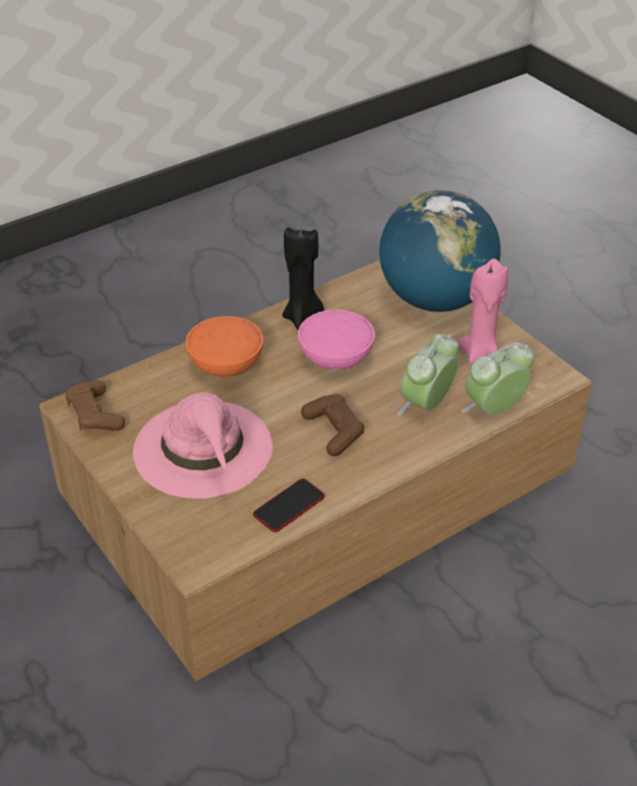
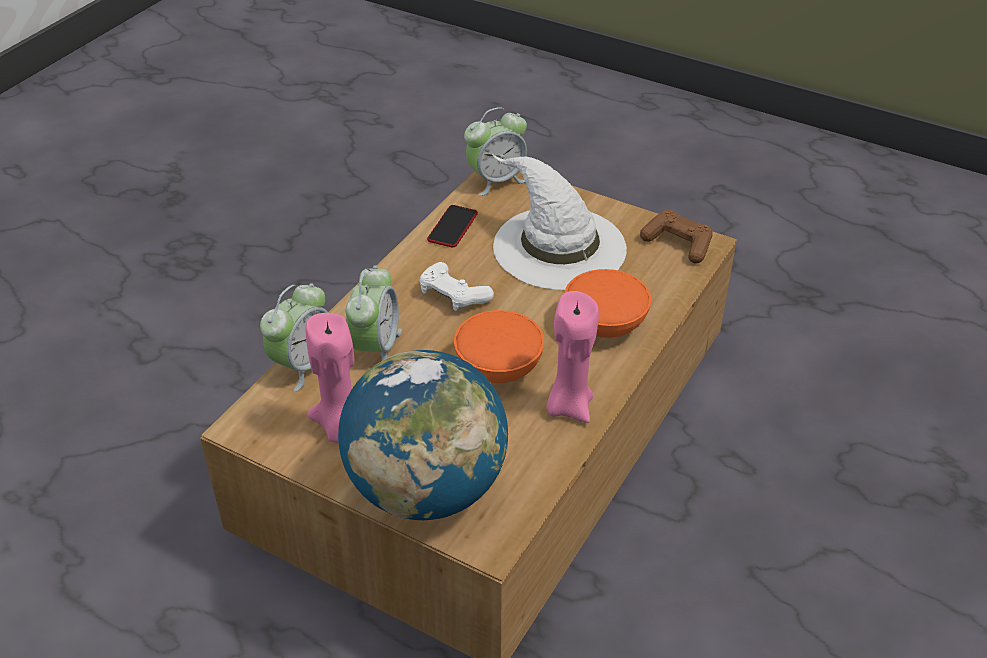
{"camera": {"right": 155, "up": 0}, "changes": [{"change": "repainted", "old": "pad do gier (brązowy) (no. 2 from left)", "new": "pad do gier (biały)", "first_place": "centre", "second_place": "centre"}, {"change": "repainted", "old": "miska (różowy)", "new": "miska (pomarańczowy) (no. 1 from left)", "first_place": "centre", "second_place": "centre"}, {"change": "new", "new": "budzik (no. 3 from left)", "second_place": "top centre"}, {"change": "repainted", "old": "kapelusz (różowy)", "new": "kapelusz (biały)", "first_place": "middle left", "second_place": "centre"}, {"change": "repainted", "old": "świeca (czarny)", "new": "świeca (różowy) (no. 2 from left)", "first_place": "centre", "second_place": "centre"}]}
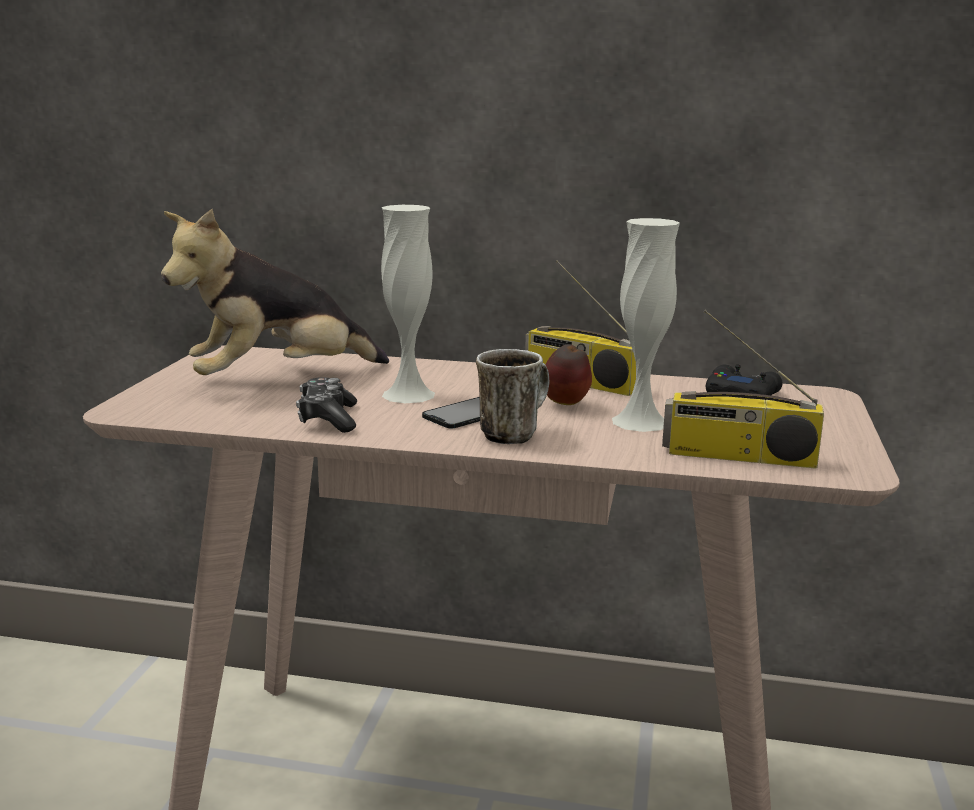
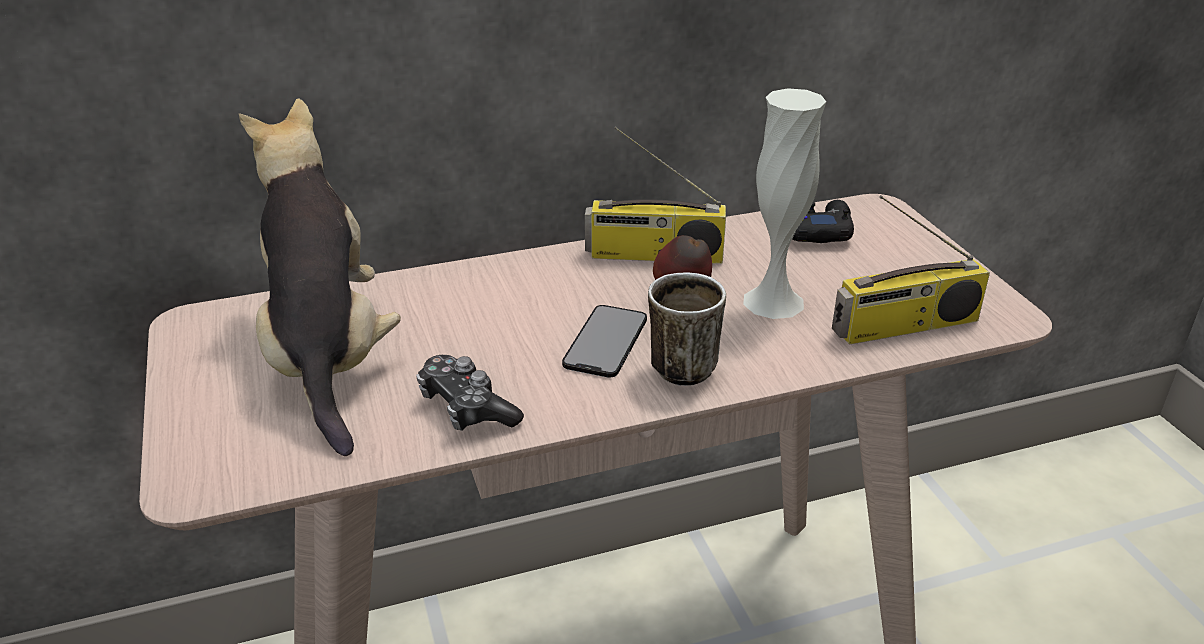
{"camera": {"right": -30, "up": 15}, "changes": [{"change": "rotated", "old": "pluszak", "first_place": "middle left", "second_place": "middle left", "degrees": 135}, {"change": "gone", "old": "wazon (biały) (no. 1 from left)", "first_place": "centre"}]}
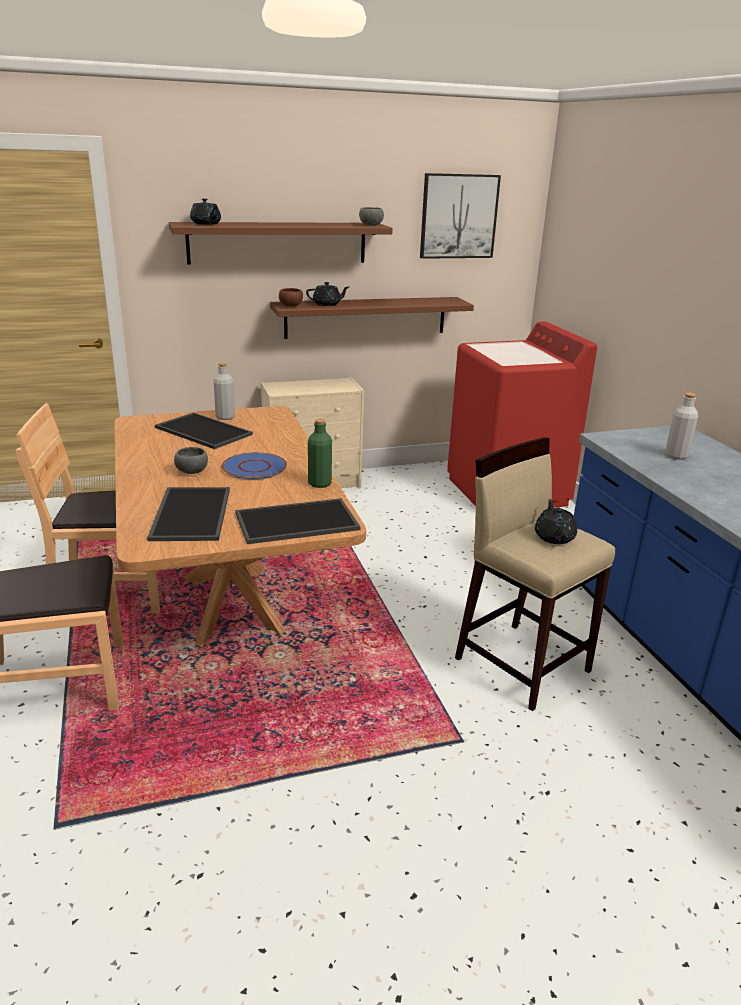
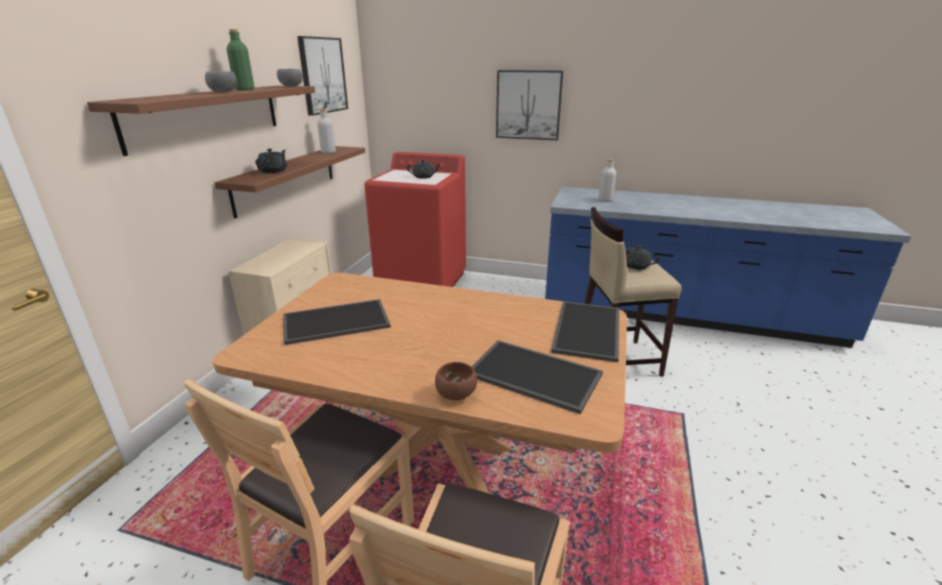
{"camera": {"right": -55, "up": 0}, "changes": [{"change": "shifted", "old": "miska (szary) (no. 1 from left)", "first_place": "middle left", "second_place": "top left"}, {"change": "shifted", "old": "butelka (zielony)", "first_place": "centre", "second_place": "top left"}, {"change": "shifted", "old": "butelka (szary) (no. 1 from left)", "first_place": "middle left", "second_place": "top centre"}, {"change": "shifted", "old": "imbryk (czarny) (no. 1 from left in the first image)", "new": "imbryk (czarny) (no. 2 from left)", "first_place": "top left", "second_place": "top centre"}, {"change": "shifted", "old": "miska (brązowy)", "first_place": "top centre", "second_place": "centre"}, {"change": "new", "new": "obraz (no. 2 from left)", "second_place": "top centre"}, {"change": "gone", "old": "talerz (niebieski)", "first_place": "centre"}]}
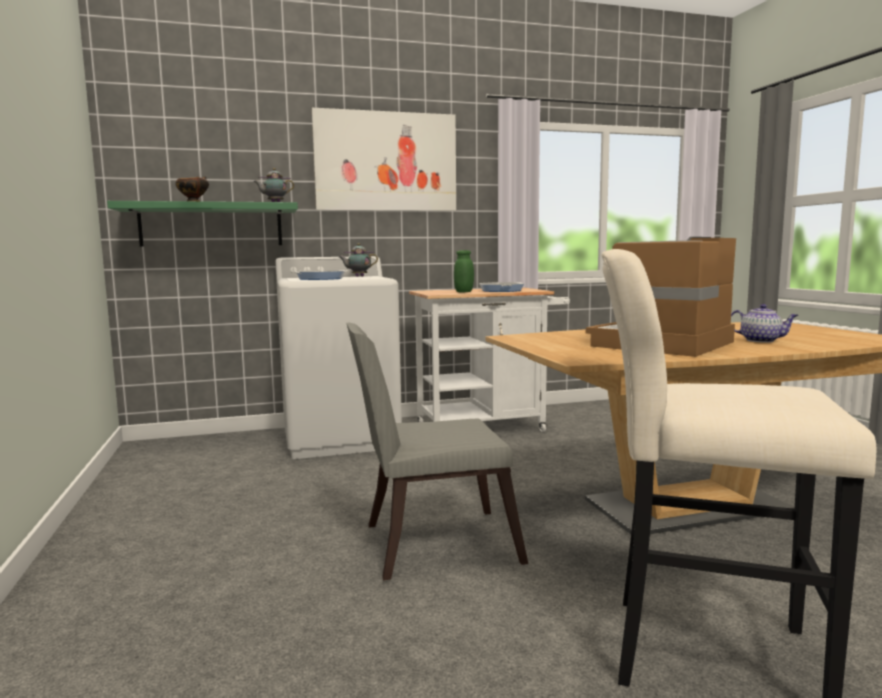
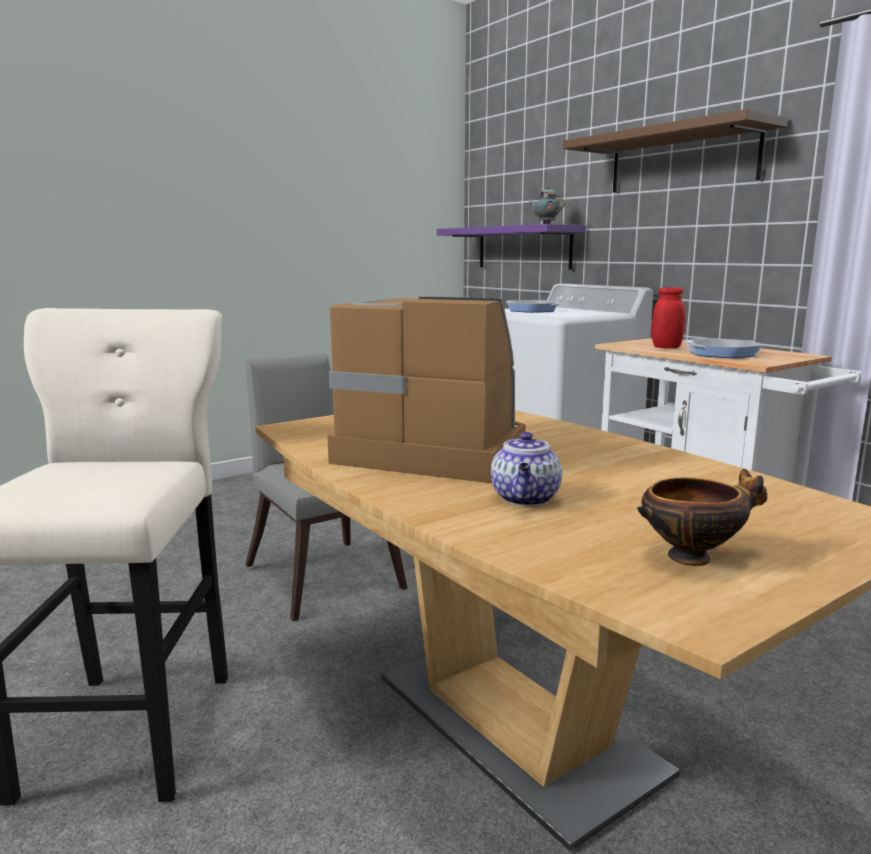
{"camera": {"right": 70, "up": 5}, "changes": [{"change": "repainted", "old": "półka (zielony)", "new": "półka (fioletowy)", "first_place": "top left", "second_place": "top centre"}, {"change": "swapped", "old": "obraz", "new": "półka (brązowy)", "first_place": "top centre", "second_place": "top right"}, {"change": "shifted", "old": "miska", "first_place": "top left", "second_place": "middle right"}, {"change": "repainted", "old": "słoik (zielony)", "new": "słoik (czerwony)", "first_place": "centre", "second_place": "middle right"}, {"change": "gone", "old": "imbryk (no. 2 from left)", "first_place": "centre"}]}
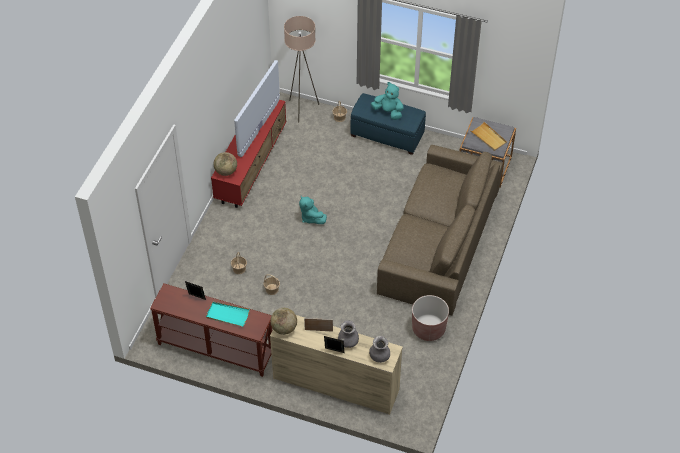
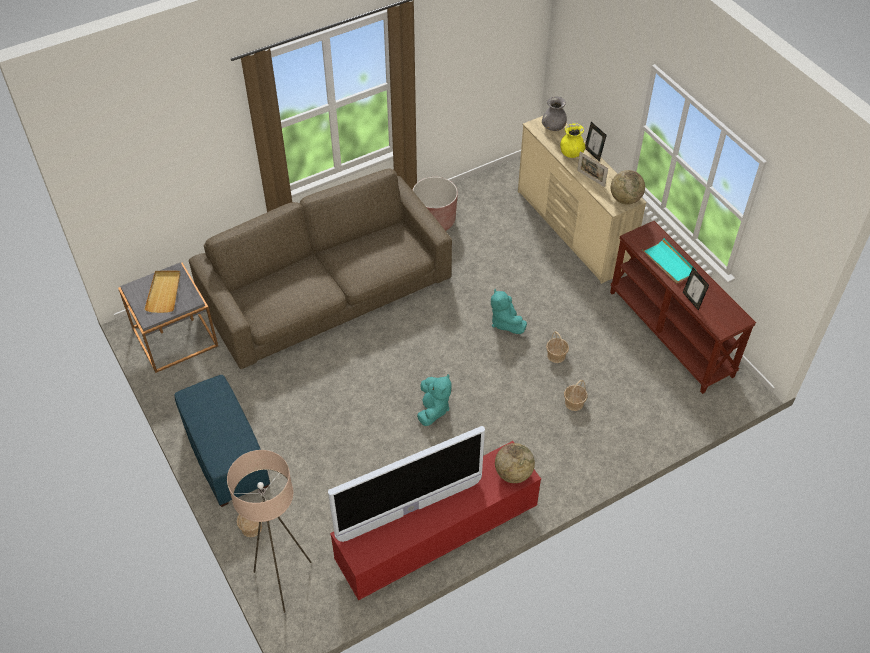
{"camera": {"right": -140, "up": 0}, "changes": [{"change": "shifted", "old": "pluszak (turkusowy) (no. 2 from left)", "first_place": "top centre", "second_place": "centre"}, {"change": "repainted", "old": "wazon (szary) (no. 1 from left)", "new": "wazon (żółty)", "first_place": "bottom centre", "second_place": "top centre"}]}
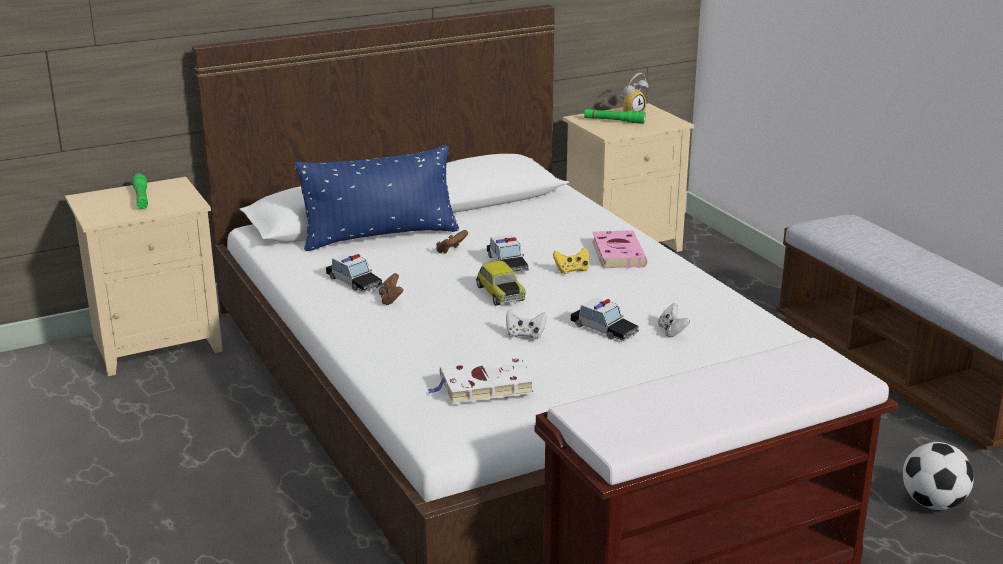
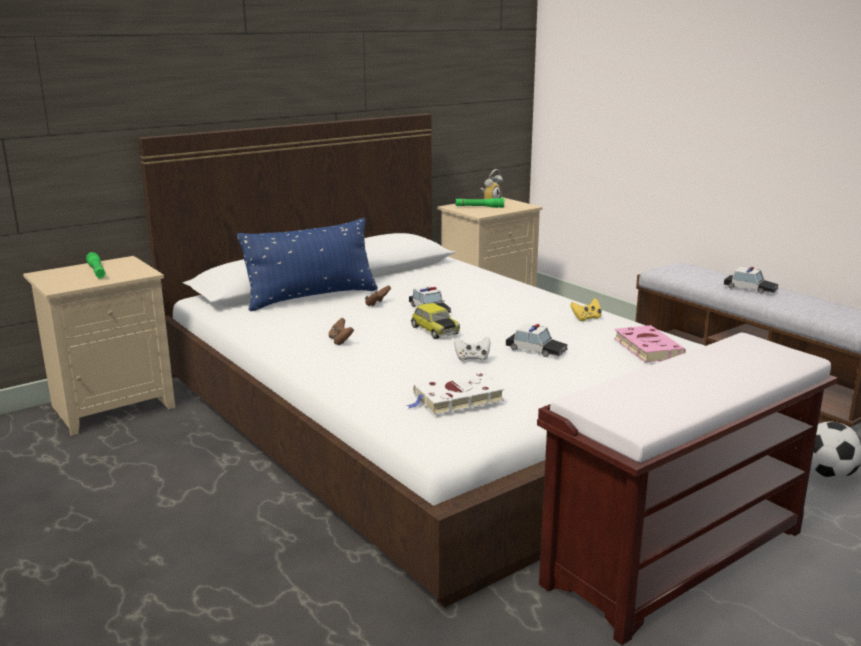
{"camera": {"right": -10, "up": -5}, "changes": [{"change": "shifted", "old": "pad do gier (żółty)", "first_place": "centre", "second_place": "middle right"}, {"change": "shifted", "old": "książka (różowy)", "first_place": "centre", "second_place": "middle right"}, {"change": "shifted", "old": "samochodzik (no. 1 from left in the first image)", "new": "samochodzik (no. 4 from left)", "first_place": "centre", "second_place": "middle right"}, {"change": "gone", "old": "pad do gier (biały) (no. 2 from left)", "first_place": "middle right"}]}
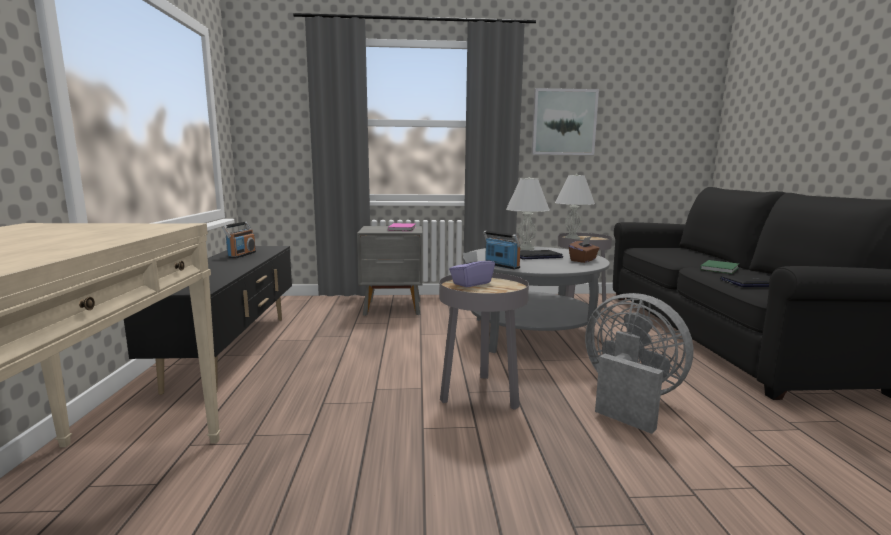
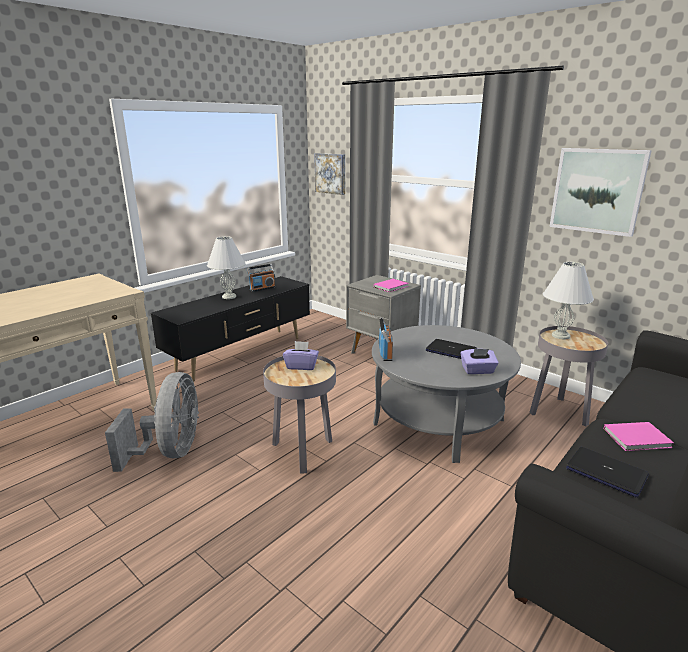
{"camera": {"right": 45, "up": 10}, "changes": [{"change": "shifted", "old": "wentylator (szary)", "first_place": "bottom right", "second_place": "middle left"}, {"change": "shifted", "old": "lampa stołowa (biały) (no. 1 from left)", "first_place": "centre", "second_place": "middle left"}, {"change": "new", "new": "obraz (no. 1 from left)", "second_place": "top centre"}, {"change": "repainted", "old": "pudełko chusteczek (brązowy)", "new": "pudełko chusteczek (fioletowy) (no. 2 from left)", "first_place": "centre", "second_place": "middle right"}, {"change": "repainted", "old": "książka (zielony)", "new": "książka (różowy) (no. 2 from left)", "first_place": "middle right", "second_place": "bottom right"}]}
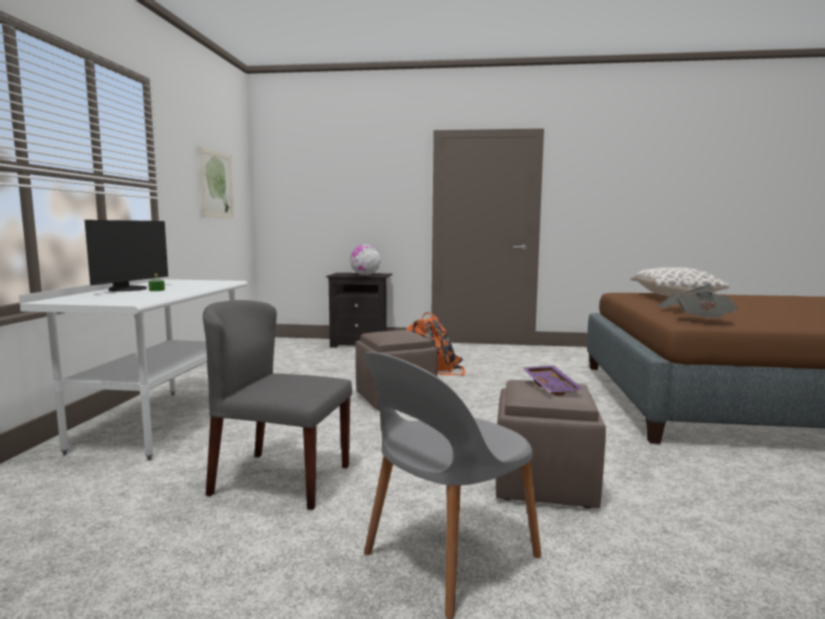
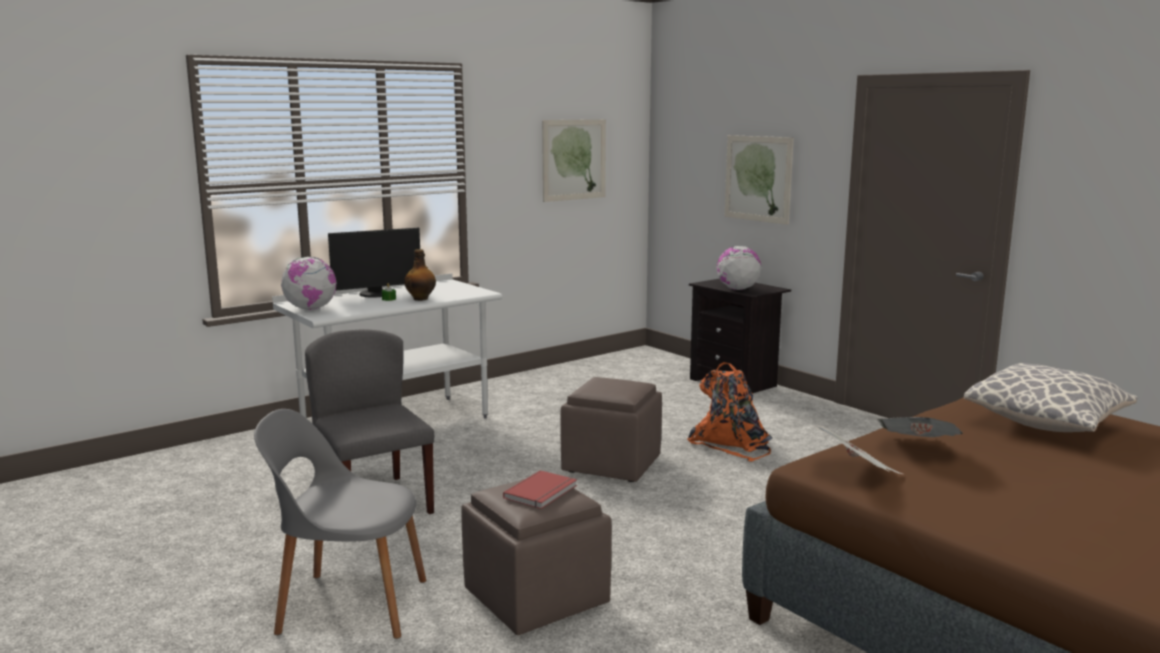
{"camera": {"right": 45, "up": 5}, "changes": [{"change": "new", "new": "globus (no. 1 from left)", "second_place": "middle left"}, {"change": "new", "new": "butelka", "second_place": "centre"}, {"change": "swapped", "old": "taca (fioletowy)", "new": "książka (czerwony)", "first_place": "middle right", "second_place": "bottom centre"}, {"change": "new", "new": "obraz (no. 2 from left)", "second_place": "top centre"}]}
